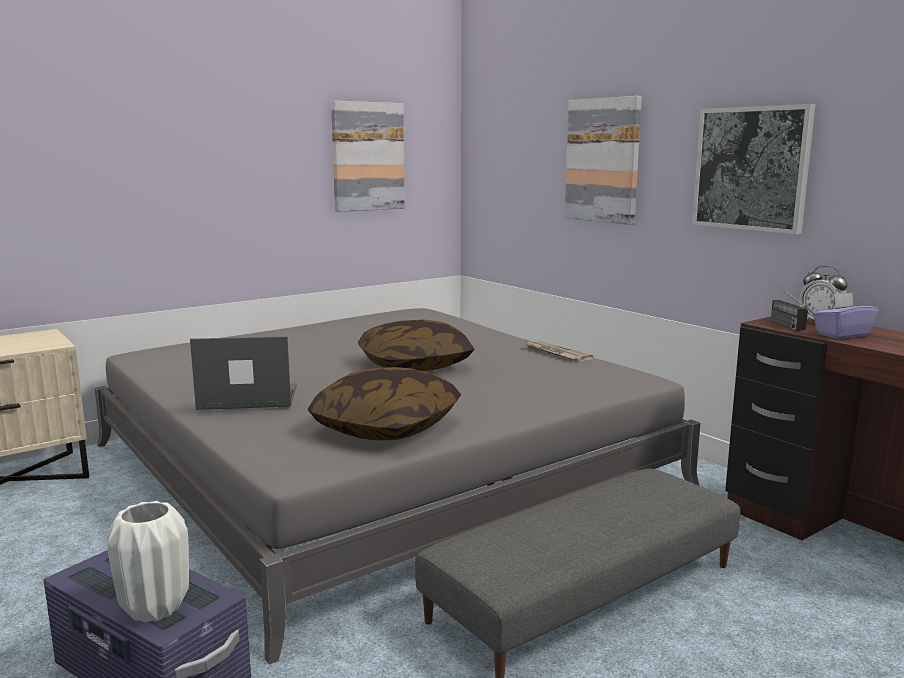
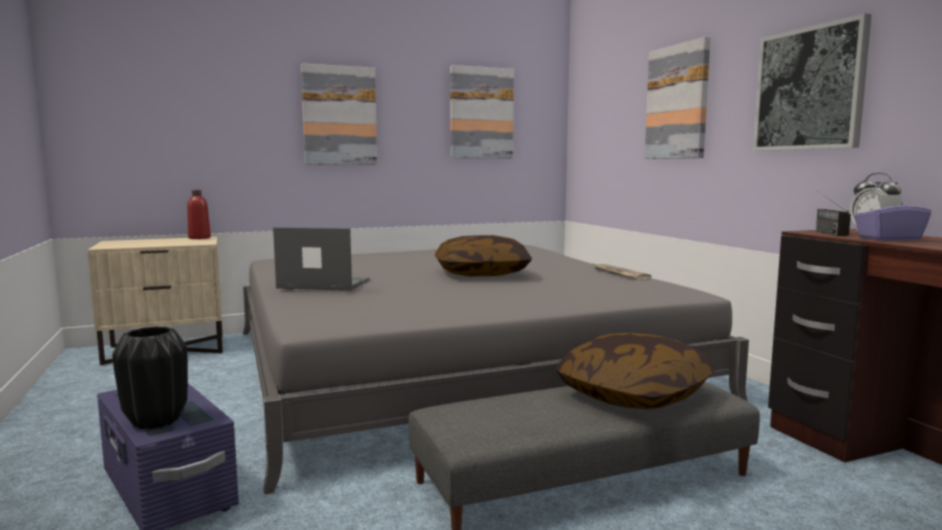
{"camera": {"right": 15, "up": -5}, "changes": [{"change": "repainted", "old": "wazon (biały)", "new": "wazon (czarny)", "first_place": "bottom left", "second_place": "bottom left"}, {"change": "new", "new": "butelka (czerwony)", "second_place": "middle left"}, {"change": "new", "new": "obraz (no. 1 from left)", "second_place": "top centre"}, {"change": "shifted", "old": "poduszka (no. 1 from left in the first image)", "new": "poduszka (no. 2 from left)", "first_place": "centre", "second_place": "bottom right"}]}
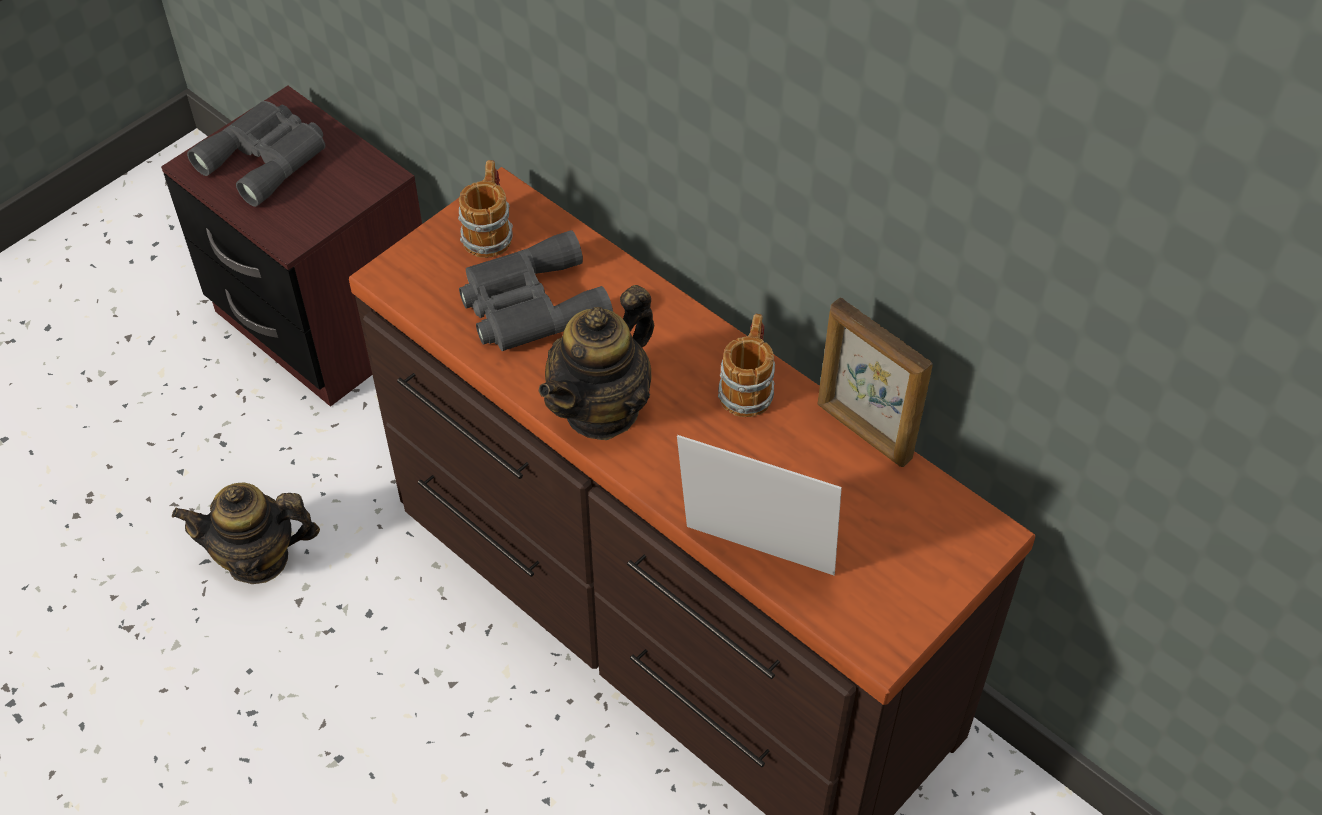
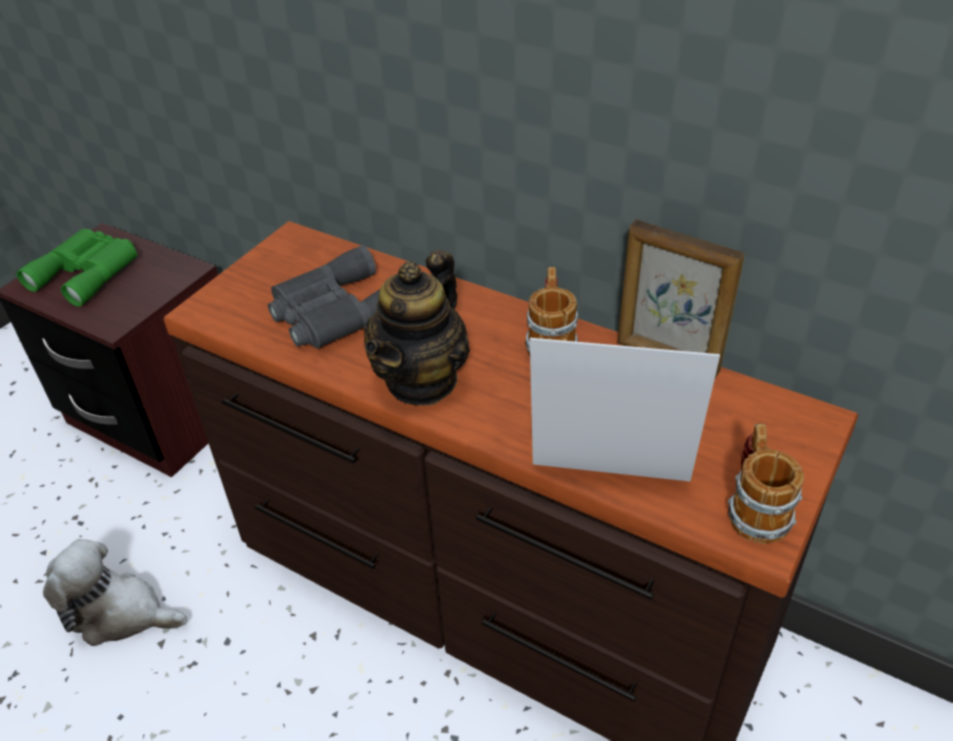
{"camera": {"right": -10, "up": -10}, "changes": [{"change": "repainted", "old": "lornetka (szary) (no. 1 from left)", "new": "lornetka (zielony)", "first_place": "top left", "second_place": "middle left"}, {"change": "swapped", "old": "imbryk (no. 1 from left)", "new": "pluszak", "first_place": "middle left", "second_place": "bottom left"}, {"change": "shifted", "old": "kubek (no. 1 from left in the first image)", "new": "kubek (no. 2 from left)", "first_place": "top centre", "second_place": "middle right"}]}
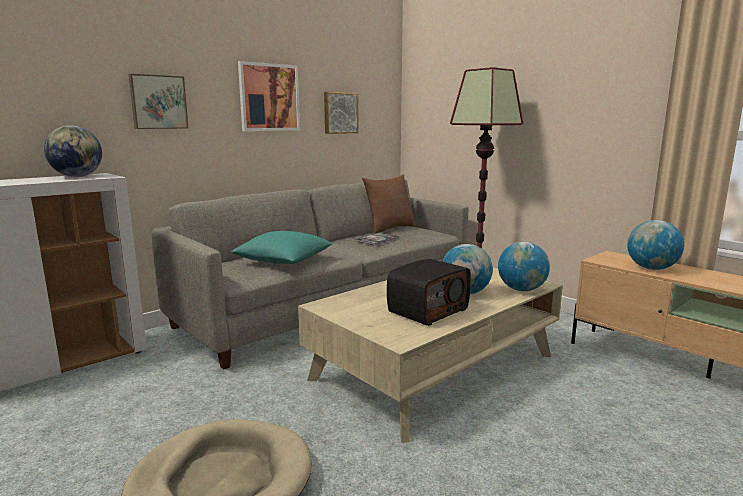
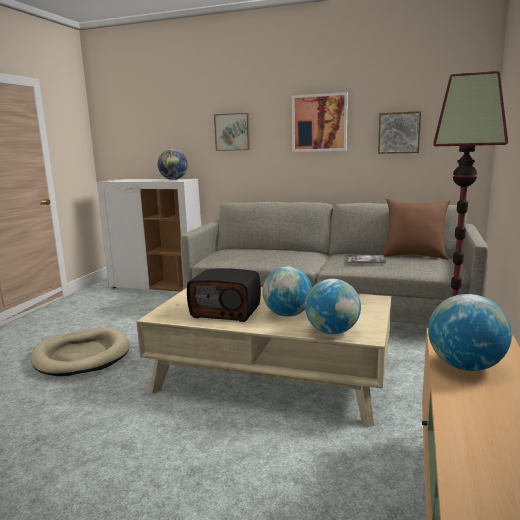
{"camera": {"right": 60, "up": 0}, "changes": [{"change": "gone", "old": "poduszka (turkusowy)", "first_place": "centre"}]}
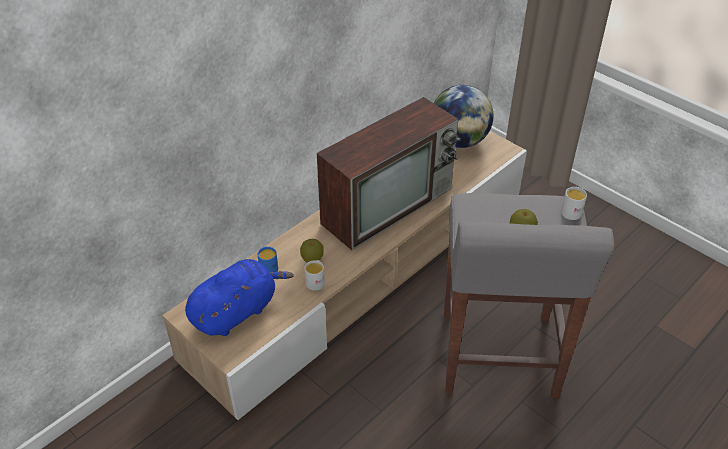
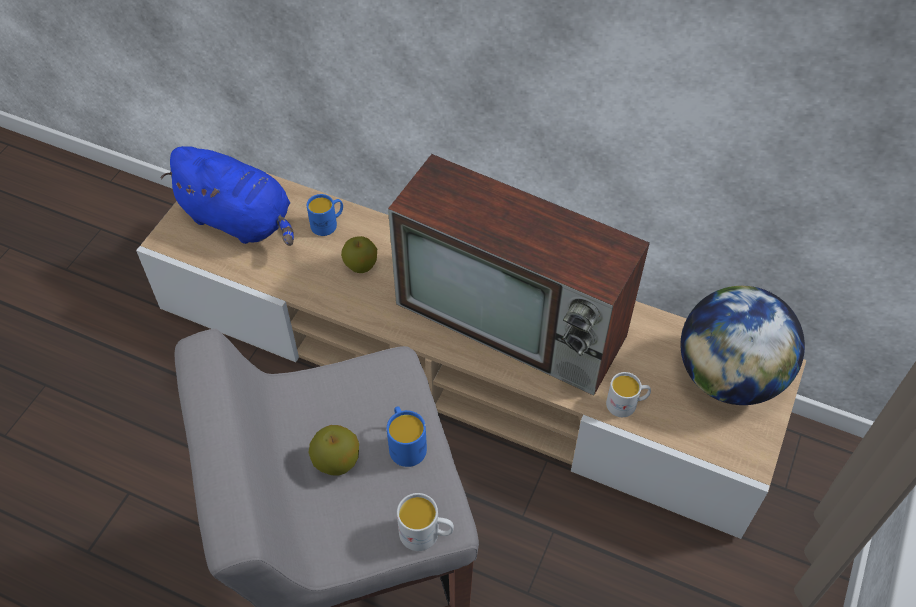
{"camera": {"right": 70, "up": 10}, "changes": [{"change": "new", "new": "kubek (niebieski) (no. 2 from left)", "second_place": "bottom centre"}, {"change": "shifted", "old": "kubek (biały) (no. 1 from left in the first image)", "new": "kubek (biały) (no. 2 from left)", "first_place": "centre", "second_place": "middle right"}]}
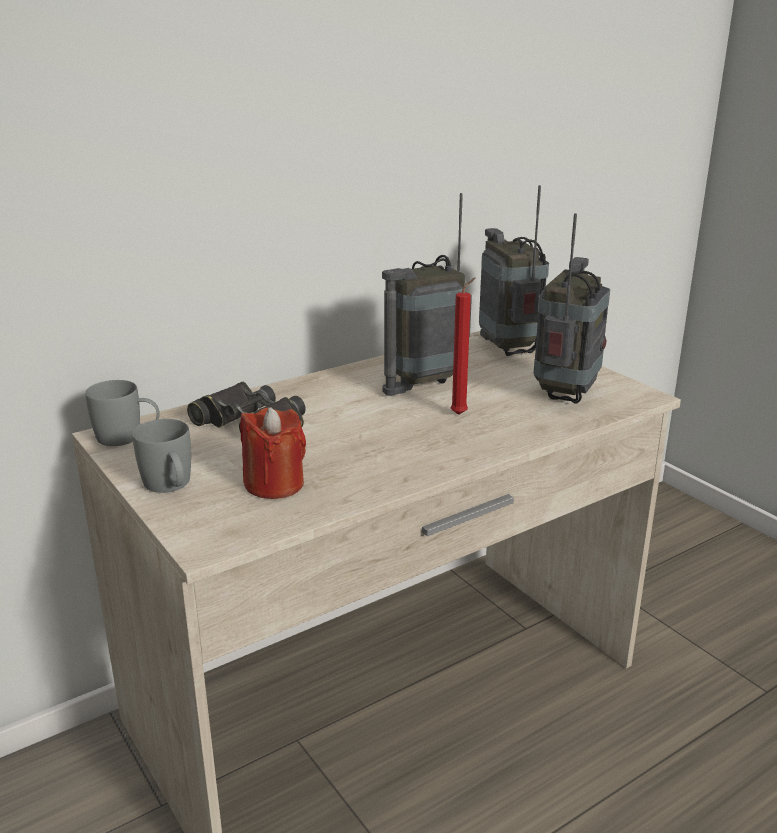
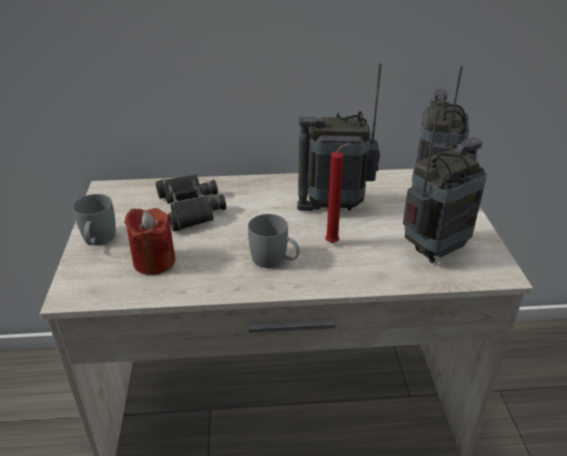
{"camera": {"right": 30, "up": 10}, "changes": [{"change": "shifted", "old": "kubek (szary) (no. 1 from left in the first image)", "new": "kubek (szary) (no. 2 from left)", "first_place": "middle left", "second_place": "centre"}]}
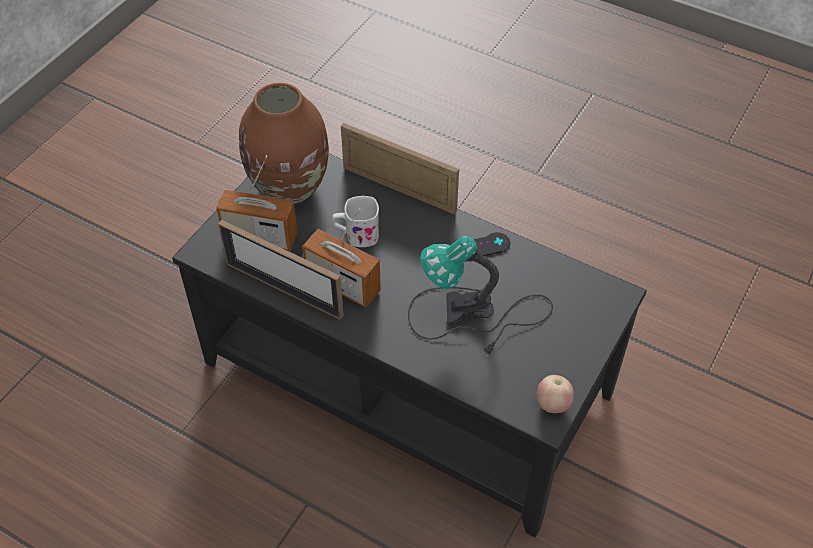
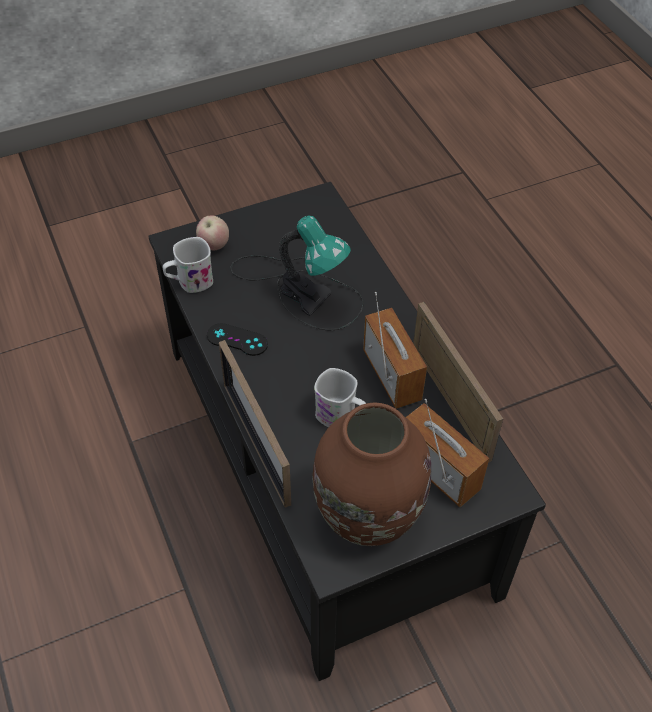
{"camera": {"right": -145, "up": 0}, "changes": [{"change": "new", "new": "kubek (biały) (no. 1 from left)", "second_place": "middle left"}, {"change": "shifted", "old": "jabłko", "first_place": "bottom right", "second_place": "top left"}]}
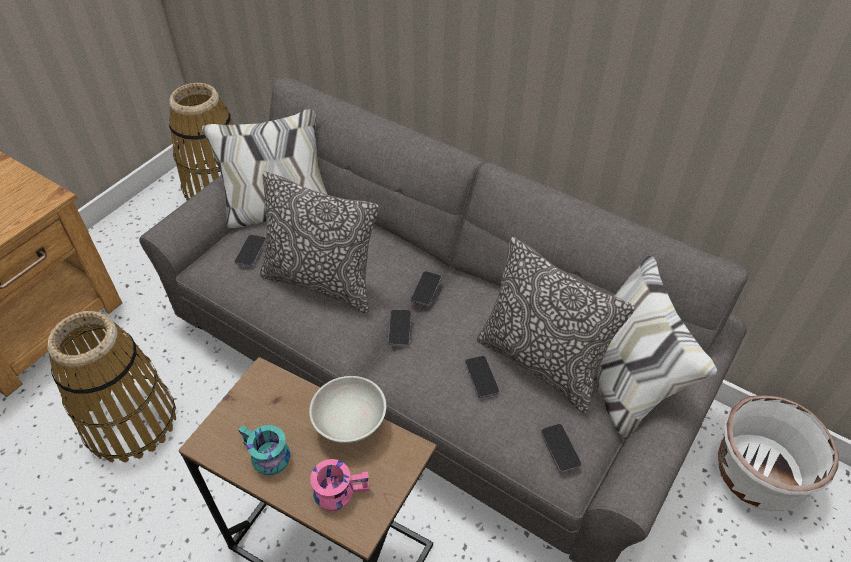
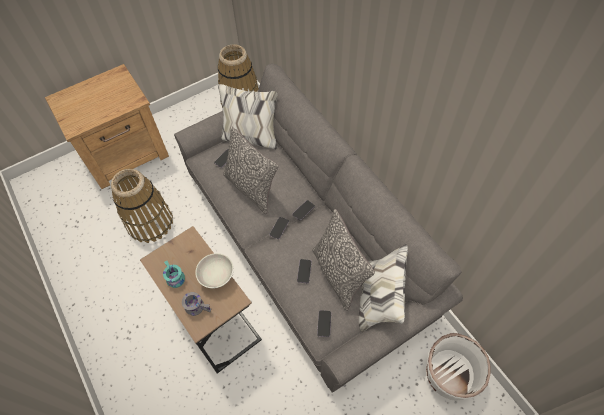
{"camera": {"right": 25, "up": 10}, "changes": [{"change": "repainted", "old": "kubek (różowy)", "new": "kubek (szary)", "first_place": "bottom centre", "second_place": "bottom left"}]}
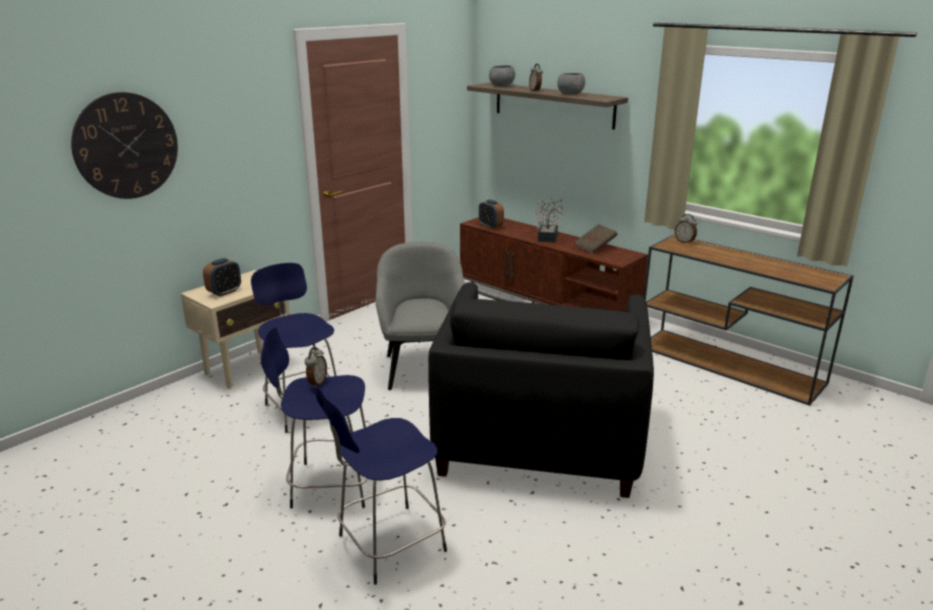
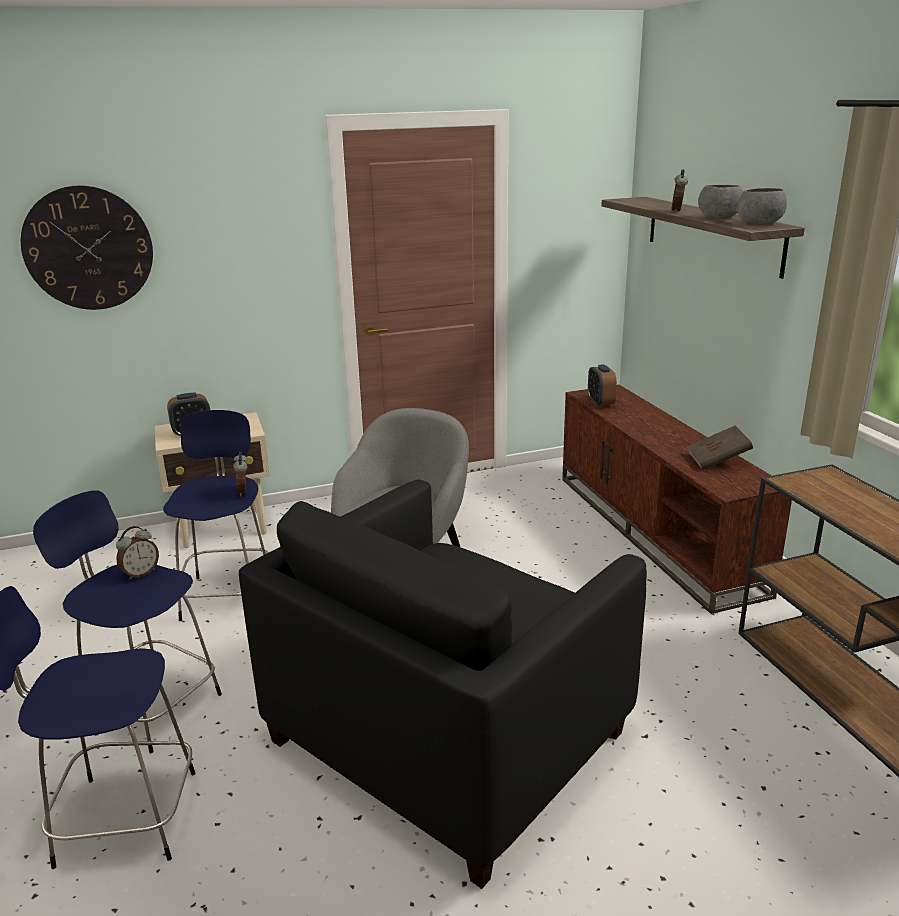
{"camera": {"right": 30, "up": 0}, "changes": [{"change": "shifted", "old": "budzik (no. 5 from left in the first image)", "new": "budzik (no. 3 from left)", "first_place": "middle right", "second_place": "middle left"}, {"change": "shifted", "old": "miska (szary) (no. 1 from left in the first image)", "new": "miska (szary) (no. 2 from left)", "first_place": "top centre", "second_place": "top right"}, {"change": "gone", "old": "roślina doniczkowa", "first_place": "centre"}]}
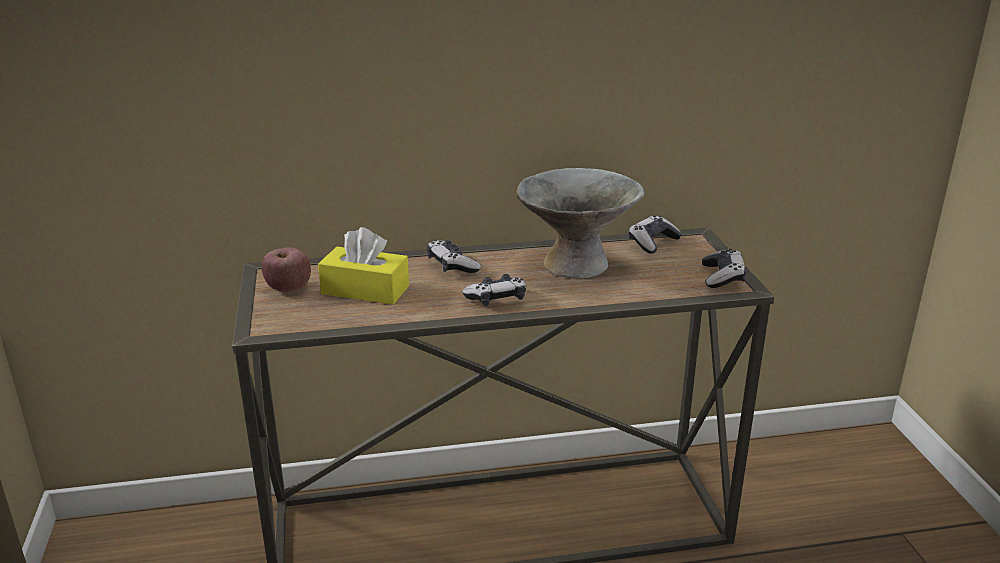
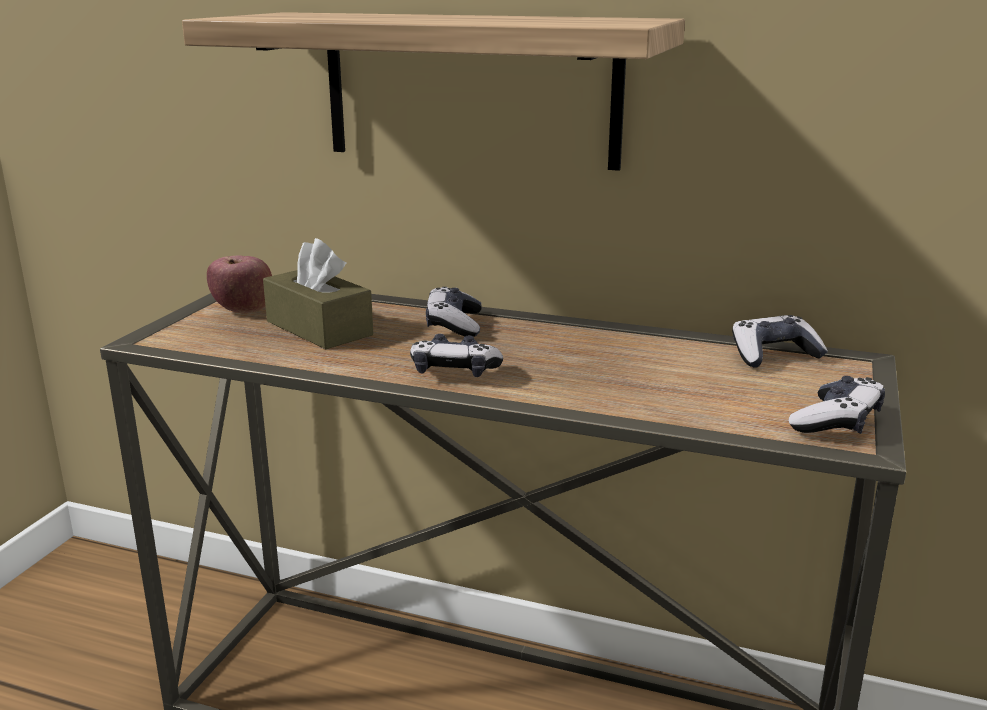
{"camera": {"right": 30, "up": -5}, "changes": [{"change": "new", "new": "półka", "second_place": "top centre"}, {"change": "repainted", "old": "pudełko chusteczek (żółty)", "new": "pudełko chusteczek (brązowy)", "first_place": "centre", "second_place": "middle left"}, {"change": "gone", "old": "miska (szary)", "first_place": "centre"}]}
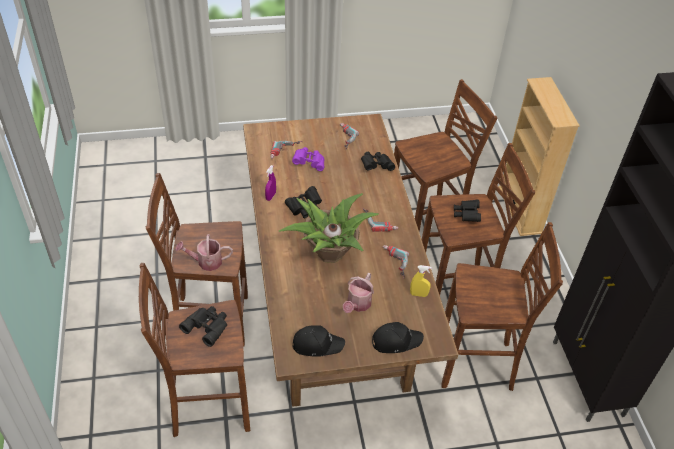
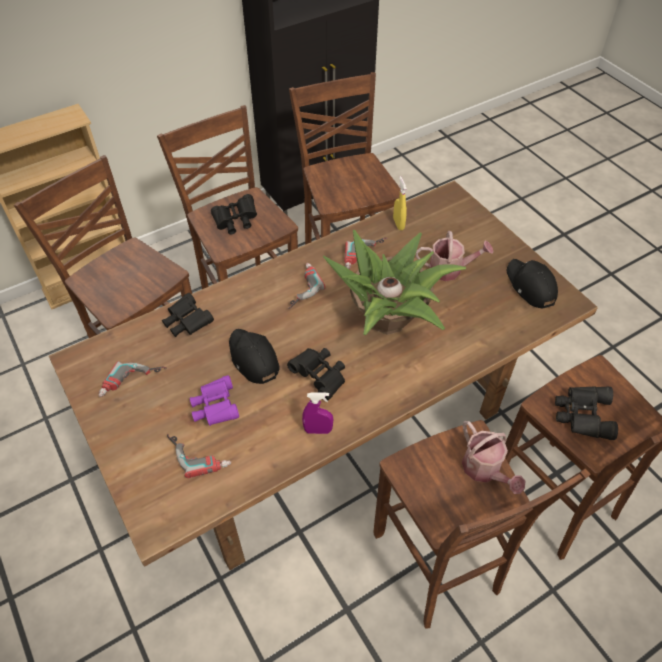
{"camera": {"right": -110, "up": 5}, "changes": [{"change": "shifted", "old": "czapka z daszkiem (czarny) (no. 2 from left in the first image)", "new": "czapka z daszkiem (czarny) (no. 1 from left)", "first_place": "bottom centre", "second_place": "centre"}]}
